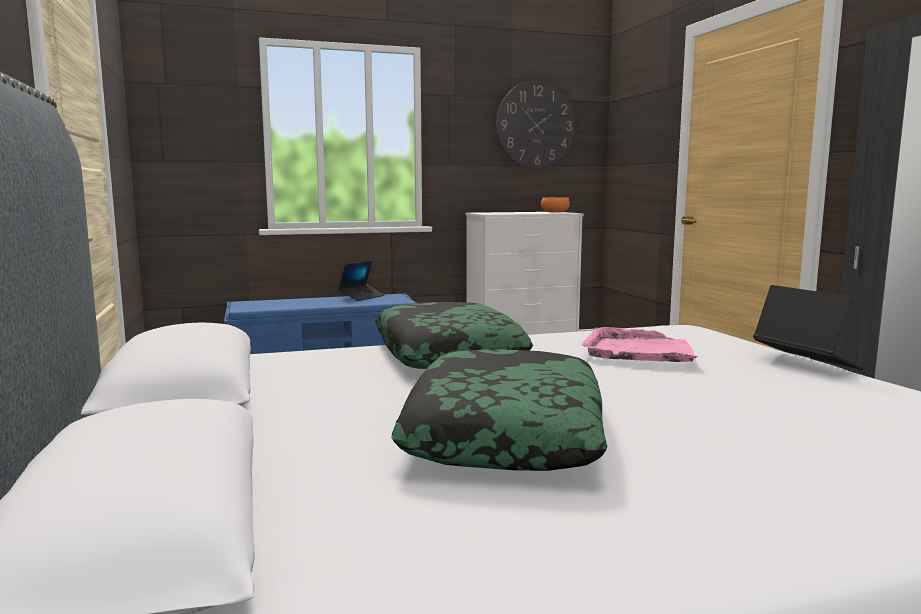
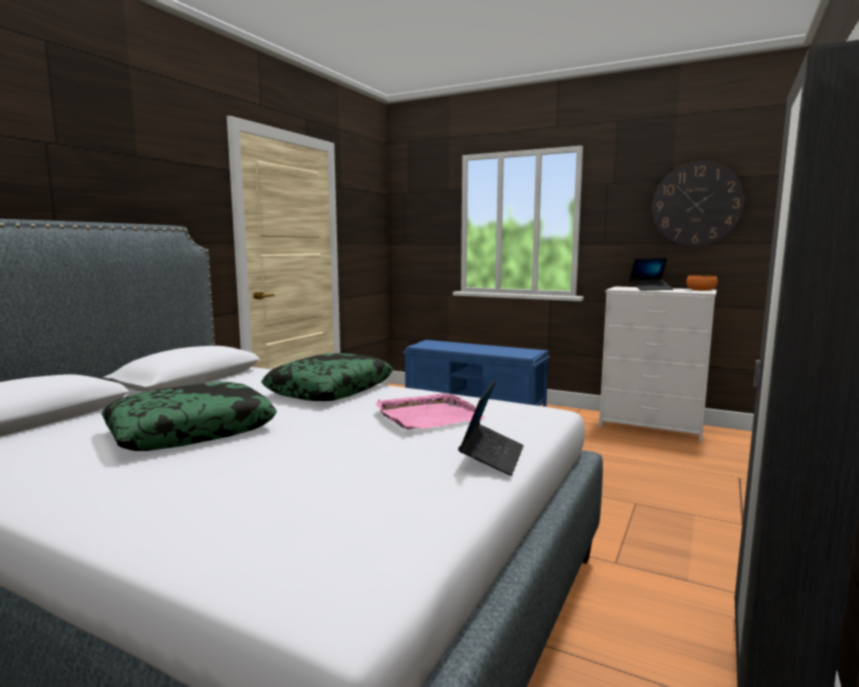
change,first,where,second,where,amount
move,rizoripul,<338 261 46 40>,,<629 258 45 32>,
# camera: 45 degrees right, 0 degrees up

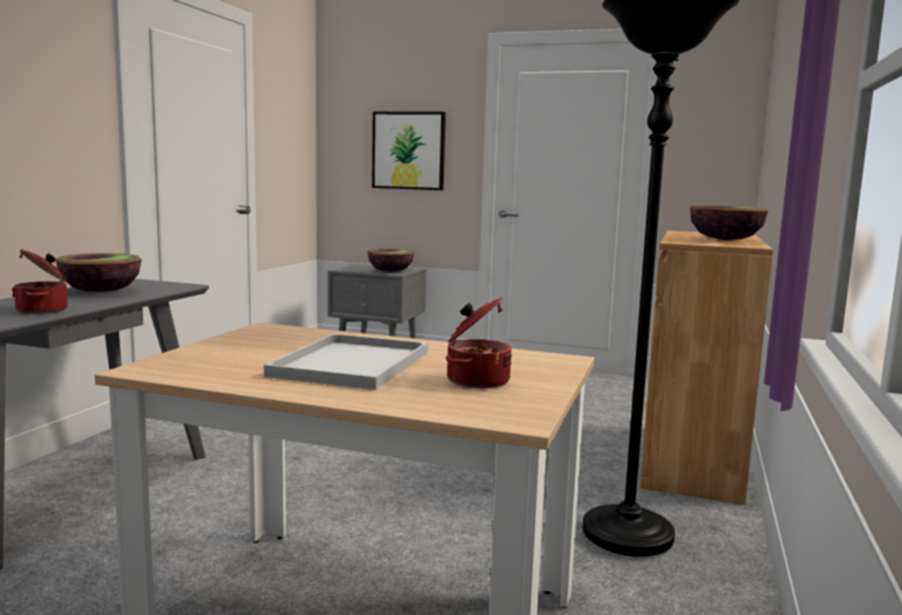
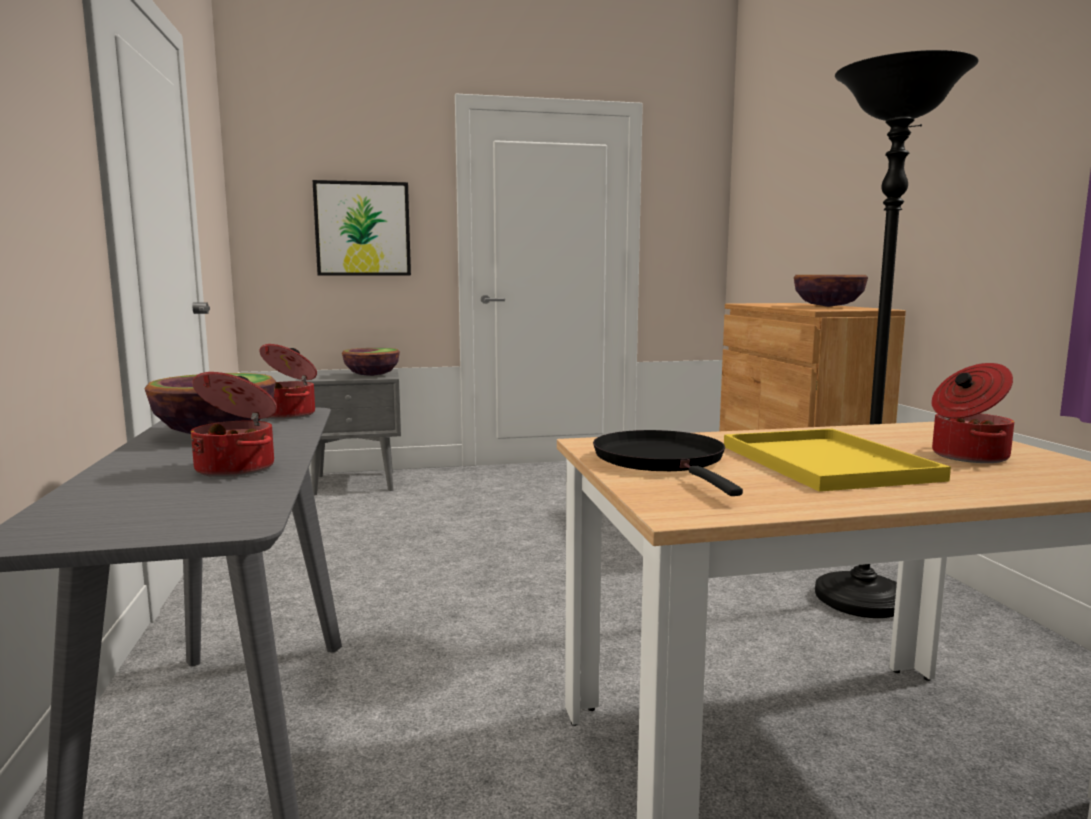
change,first,where,second,where,amount
insert,,,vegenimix,<259 344 58 75>,
insert,,,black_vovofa,<593 430 150 66>,
recolor,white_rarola,<264 334 164 56>,yellow_rarola,<724 429 227 63>,
# camera: 30 degrees left, 0 degrees up

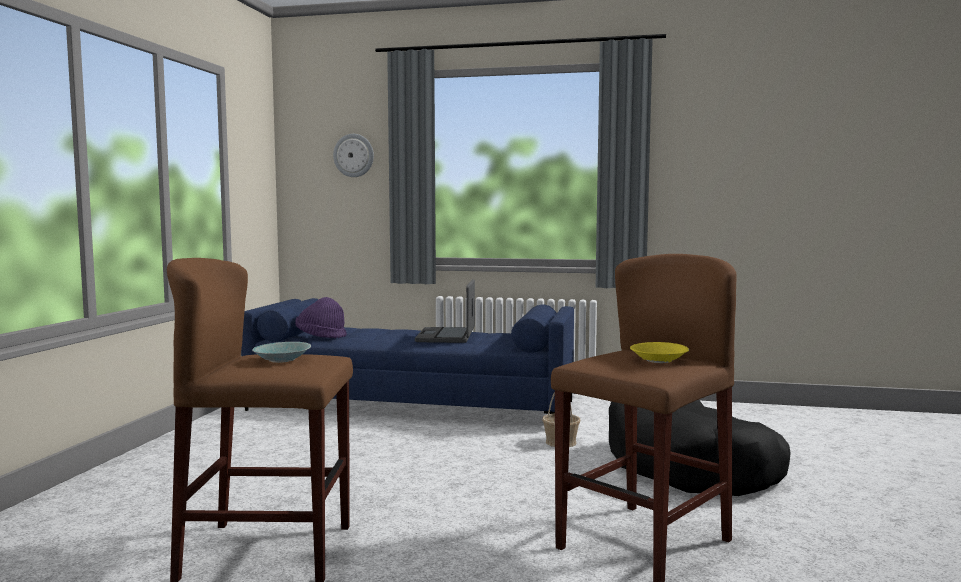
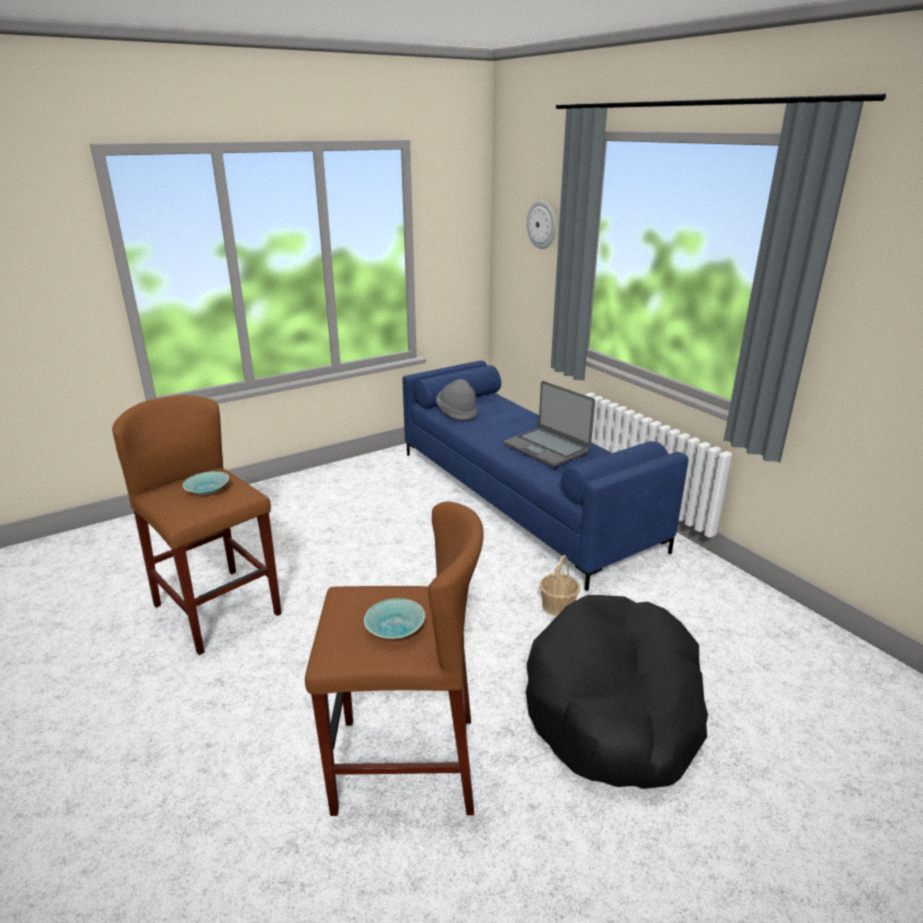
change,first,where,second,where,amount
recolor,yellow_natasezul,<630 342 59 21>,turquoise_natasezul,<364 598 61 41>,
recolor,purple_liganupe,<295 297 52 42>,grey_liganupe,<436 379 42 41>,
rotate,rizoripul,<415 279 60 64>,,<504 381 91 86>,90 degrees counterclockwise
# camera: 45 degrees right, 20 degrees up

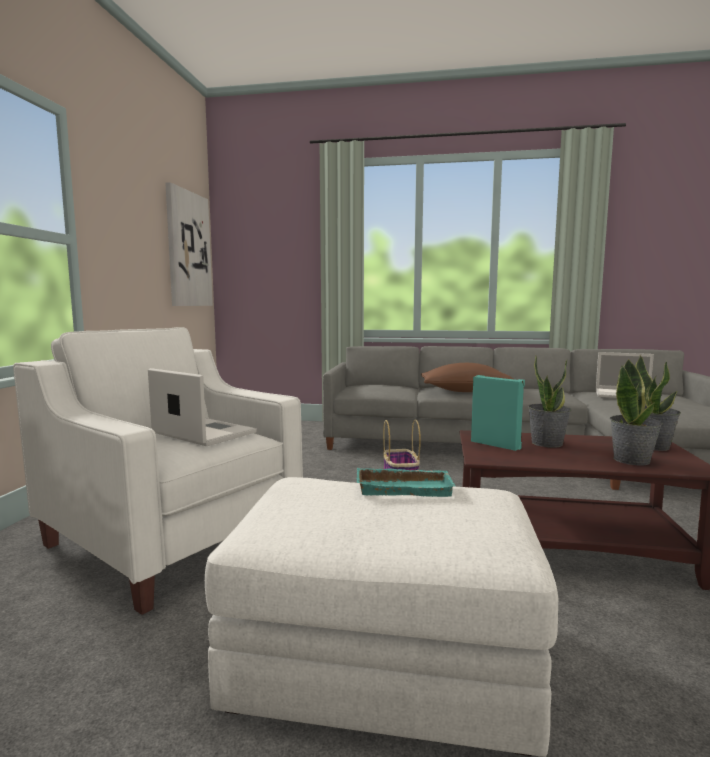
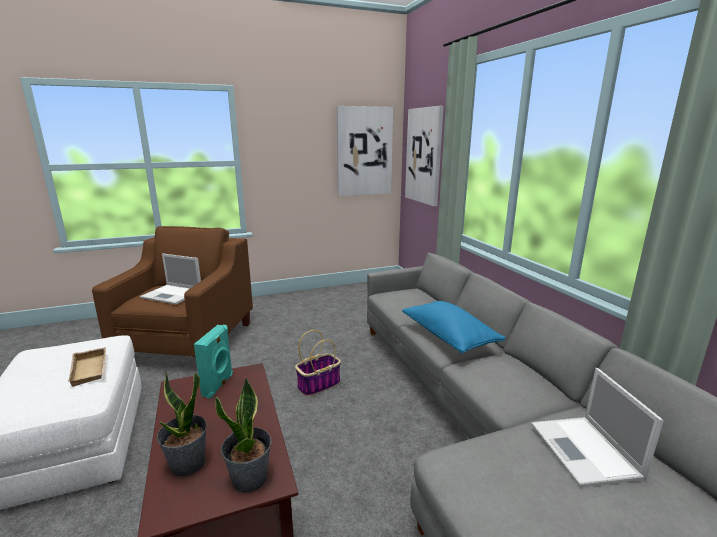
change,first,where,second,where,amount
recolor,turquoise_rarola,<356 468 100 29>,beige_rarola,<68 347 38 40>,
recolor,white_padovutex,<13 327 290 288>,brown_padovutex,<92 226 161 132>,
rotate,rizoripul,<148 368 109 78>,,<140 253 61 52>,105 degrees clockwise
recolor,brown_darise,<421 363 94 29>,blue_darise,<402 301 104 52>,
insert,,,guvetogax,<405 106 39 100>,
delete,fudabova,<528 355 43 93>,,,
# camera: 60 degrees right, 10 degrees up

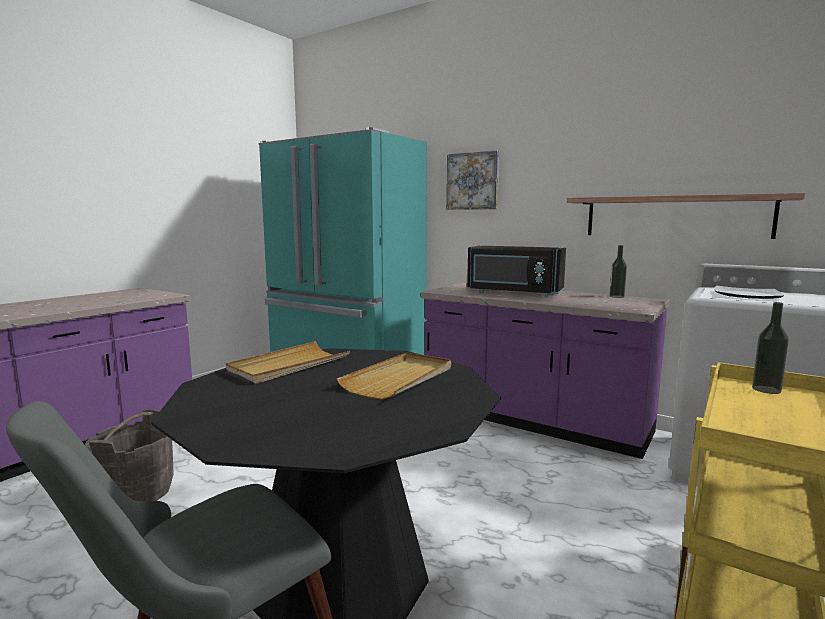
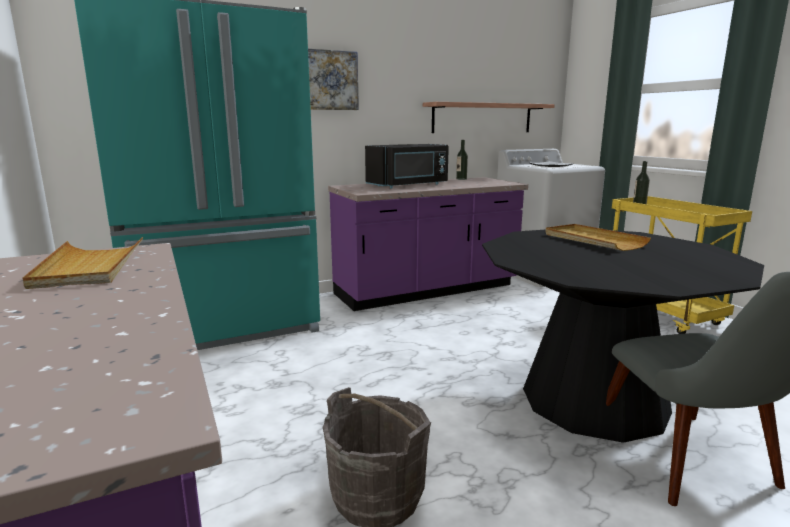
change,first,where,second,where,amount
move,beige_rarola,<226 341 124 43>,,<23 237 120 52>,
# camera: 60 degrees left, 5 degrees up

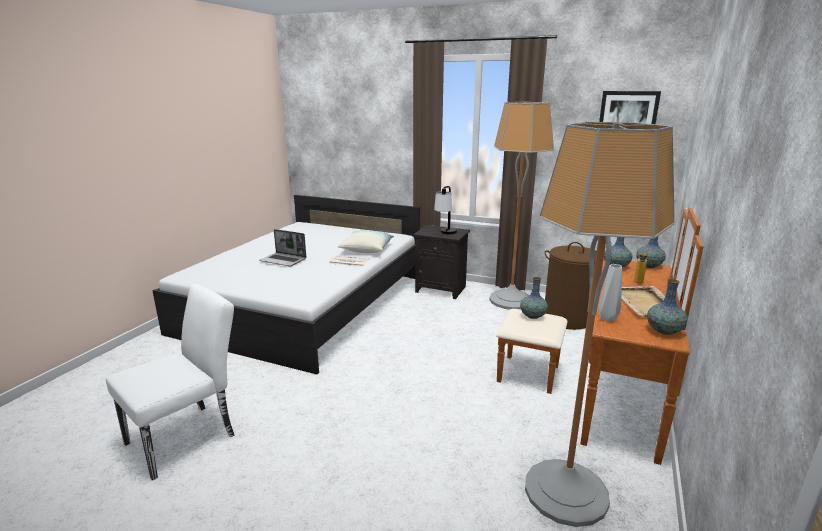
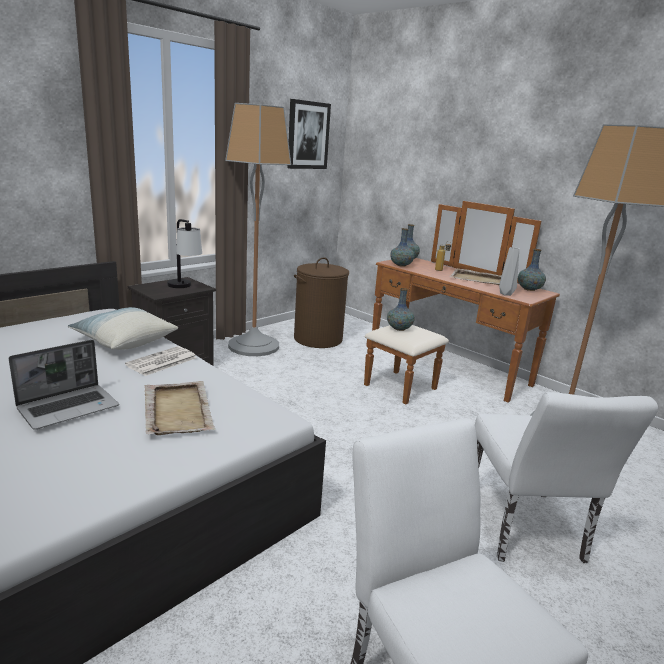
change,first,where,second,where,amount
insert,,,beige_rarola,<144 381 72 54>,
insert,,,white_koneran,<475 392 183 171>,
# camera: 70 degrees left, 0 degrees up

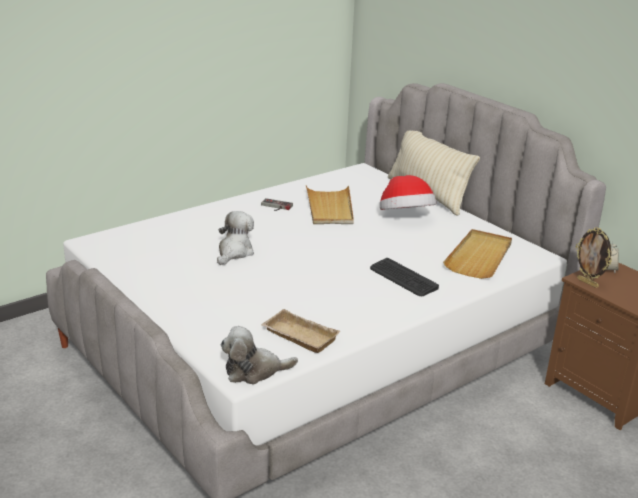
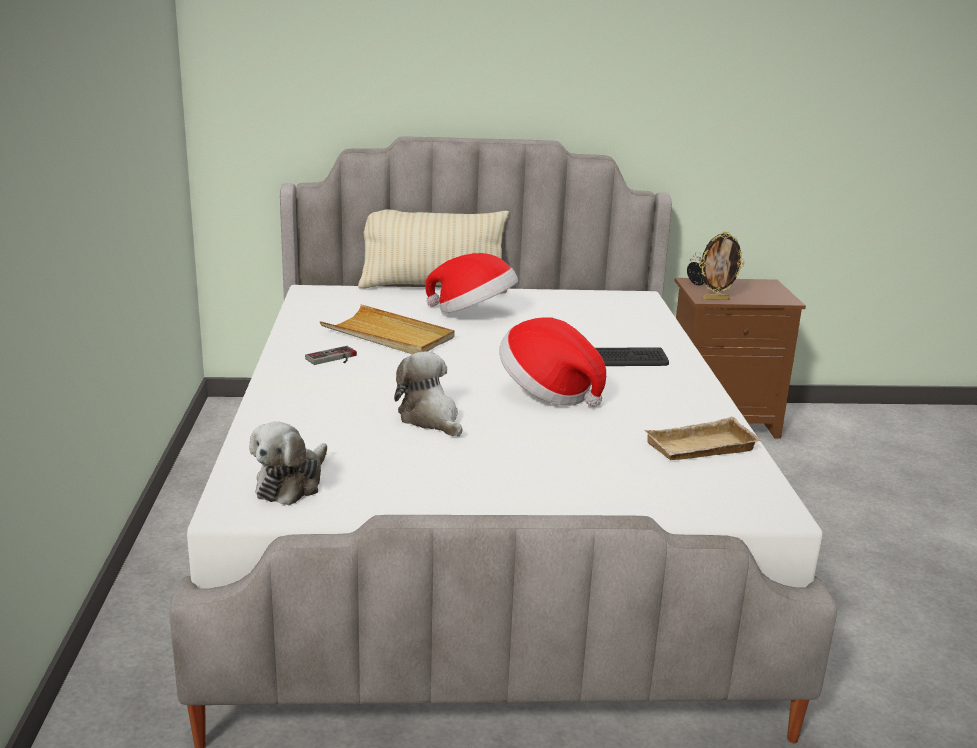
change,first,where,second,where,amount
move,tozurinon,<221 326 77 59>,,<249 422 78 83>,
insert,,,liganupe,<499 317 107 90>,
delete,beige_rarola,<443 229 69 50>,,,
# camera: 55 degrees left, 5 degrees down

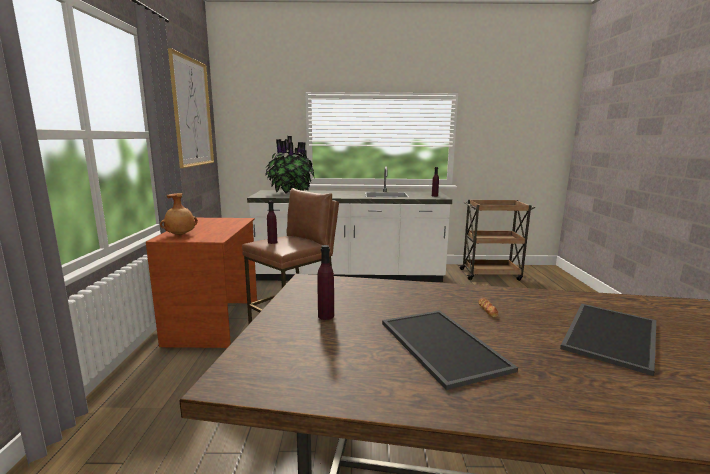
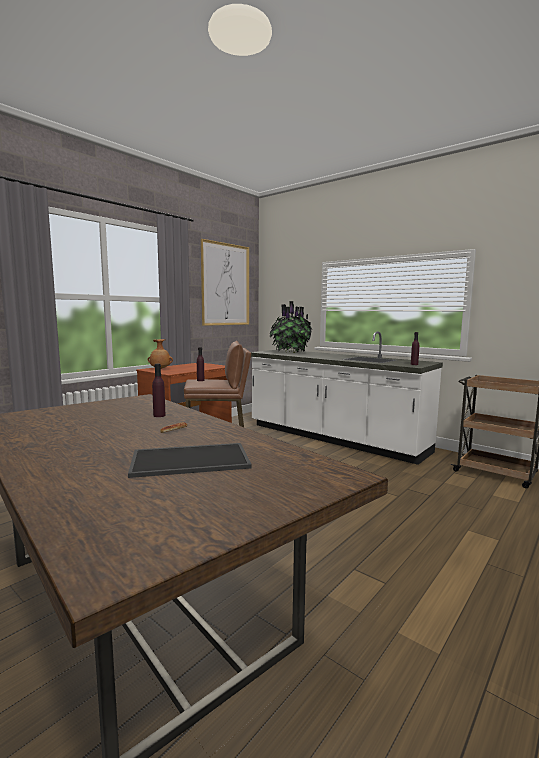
change,first,where,second,where,amount
move,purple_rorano,<317 245 17 75>,,<152 364 14 53>,
delete,rarola,<382 310 136 80>,,,
# camera: 40 degrees right, 5 degrees down

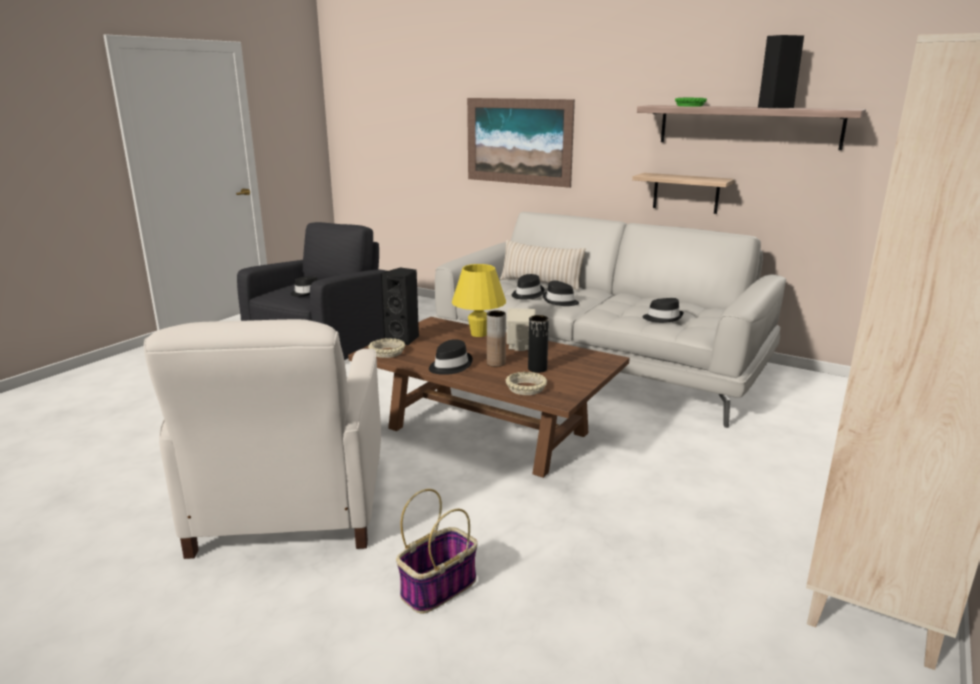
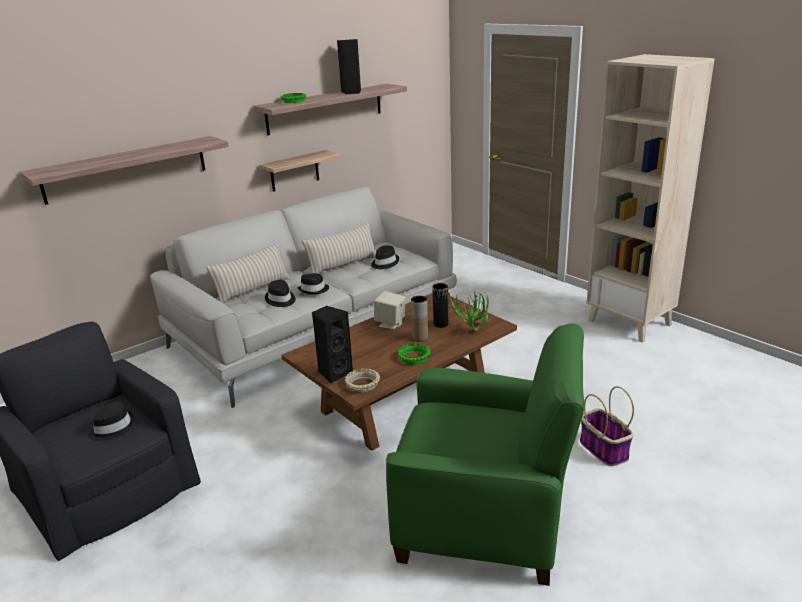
change,first,where,second,where,amount
replace,guvetogax,<467 98 108 90>,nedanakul,<20 136 209 69>,
insert,,,beige_darise,<302 222 74 52>,
recolor,white_padovutex,<144 319 237 240>,green_padovutex,<386 323 199 263>,
replace,black_liganupe,<429 339 44 36>,green_natasezul,<397 343 34 21>,
replace,beige_natasezul,<506 372 41 23>,fudabova,<450 292 39 40>,
delete,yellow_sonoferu,<452 264 54 73>,,,
# camera: 70 degrees left, 5 degrees up

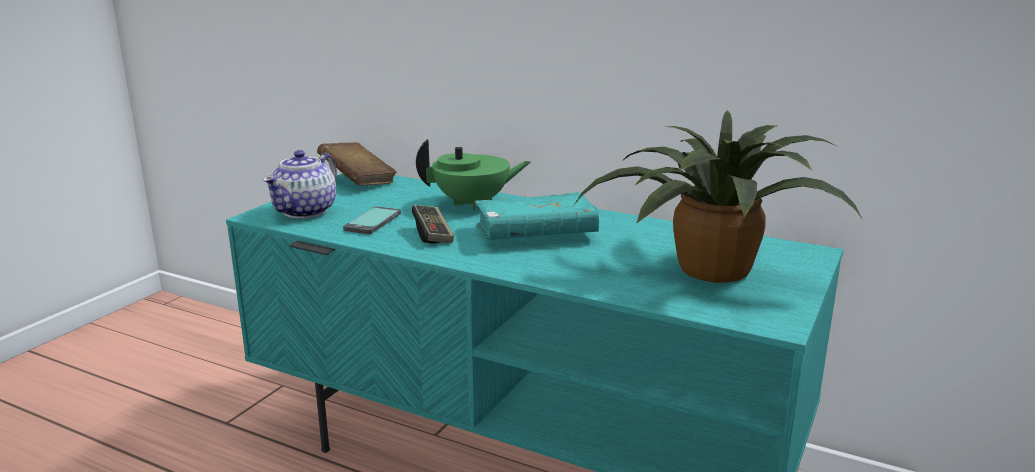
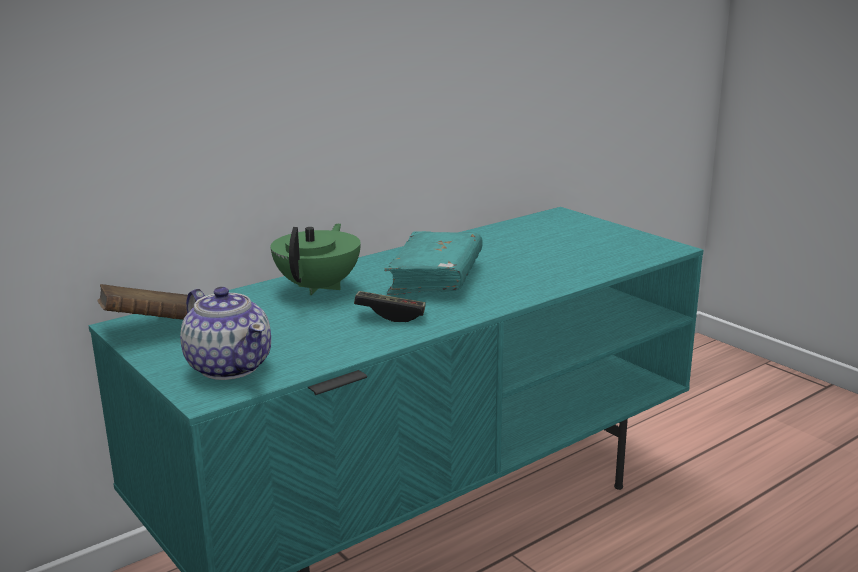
change,first,where,second,where,amount
delete,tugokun,<343 206 58 28>,,,
delete,fudabova,<573 110 290 173>,,,
# camera: 65 degrees left, 0 degrees up

